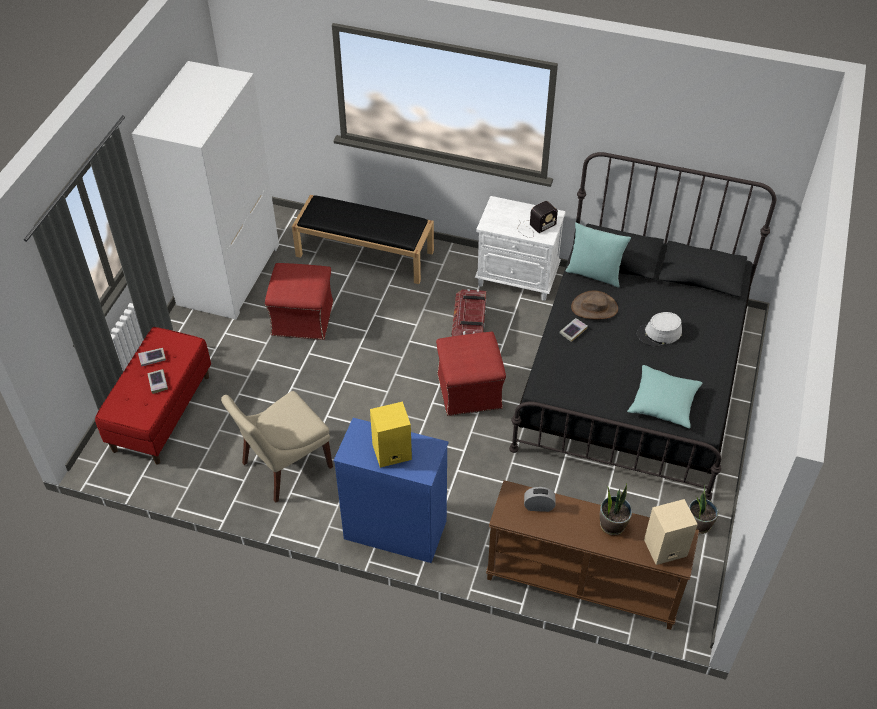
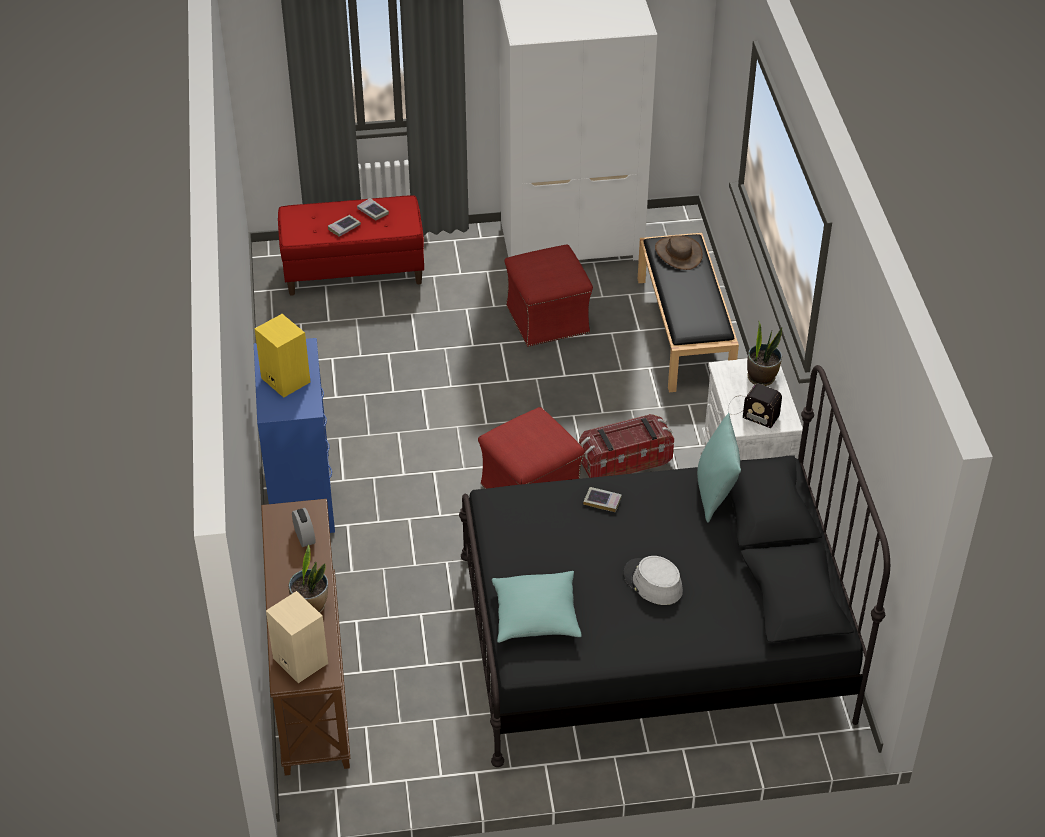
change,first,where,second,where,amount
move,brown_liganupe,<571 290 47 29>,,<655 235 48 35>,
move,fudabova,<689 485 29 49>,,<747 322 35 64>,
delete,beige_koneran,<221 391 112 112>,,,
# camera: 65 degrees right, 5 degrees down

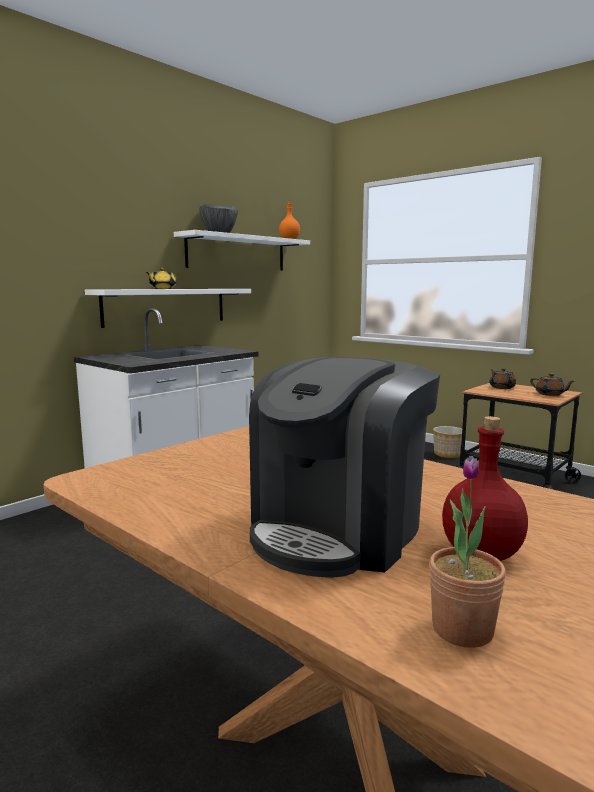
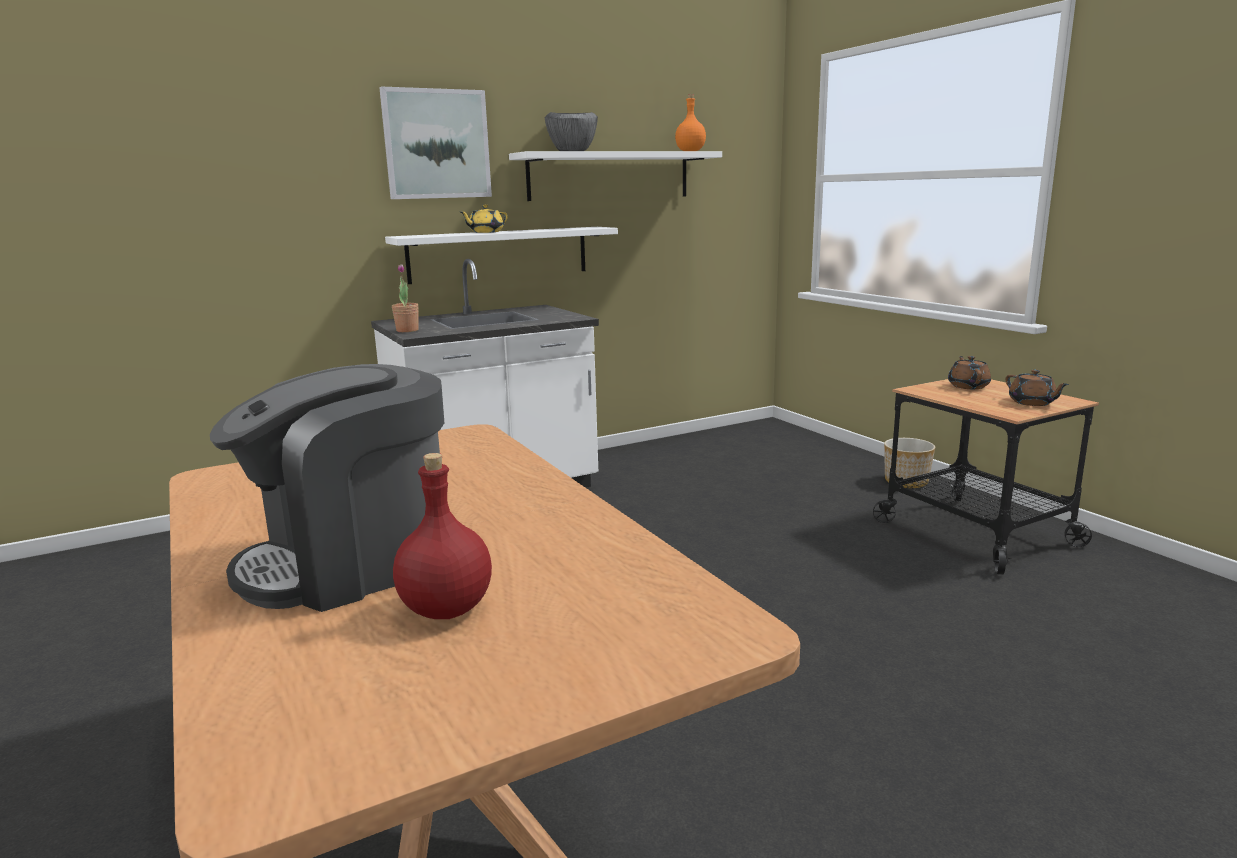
change,first,where,second,where,amount
insert,,,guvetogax,<379 86 113 113>,
move,fudabova,<429 456 77 192>,,<392 264 27 68>,
# camera: 20 degrees right, 5 degrees up

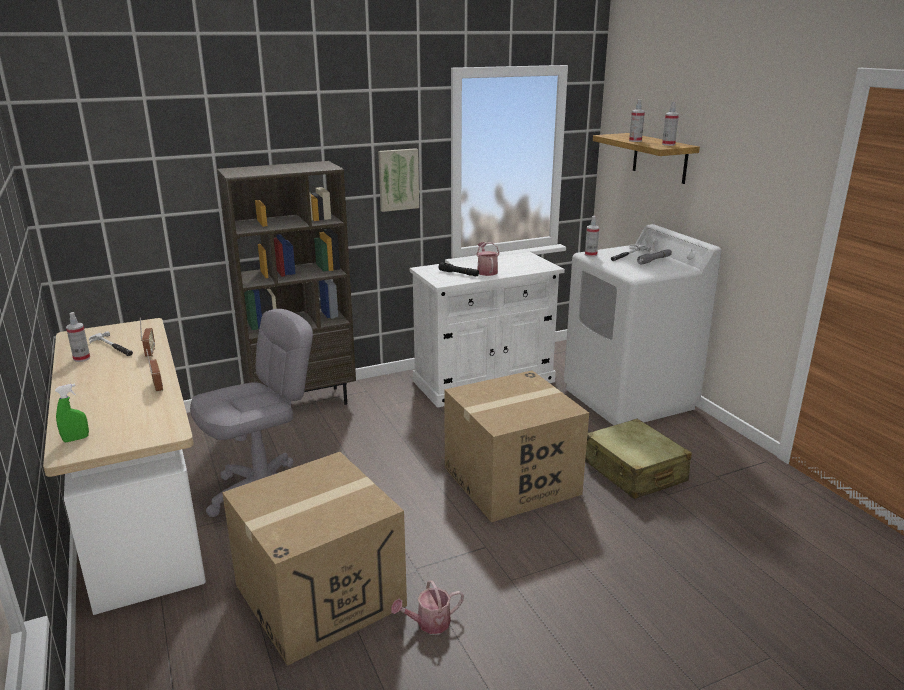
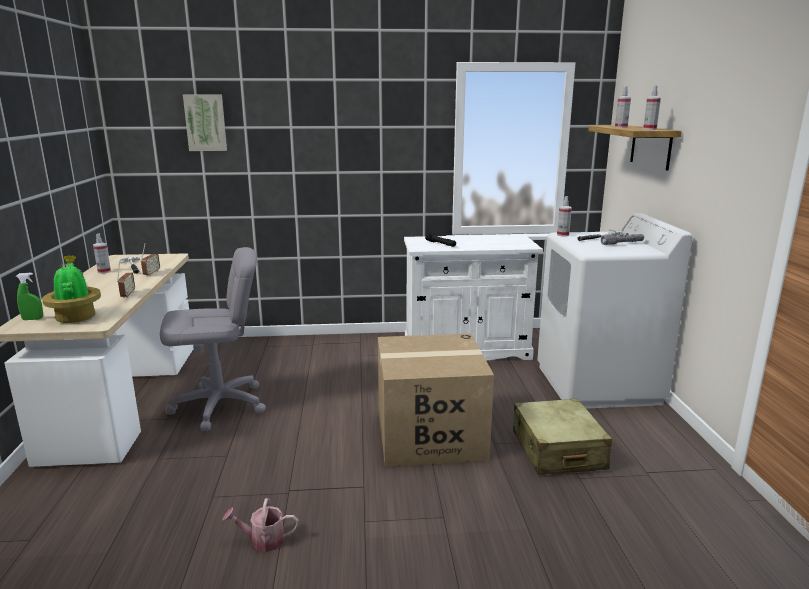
change,first,where,second,where,amount
insert,,,fudabova,<42 255 59 68>,
move,guvetogax,<378 148 41 64>,,<183 95 44 56>,
delete,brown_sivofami,<217 161 139 244>,,,
delete,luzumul,<222 452 185 214>,,,
delete,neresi,<476 242 23 34>,,,
# camera: 20 degrees right, 5 degrees down

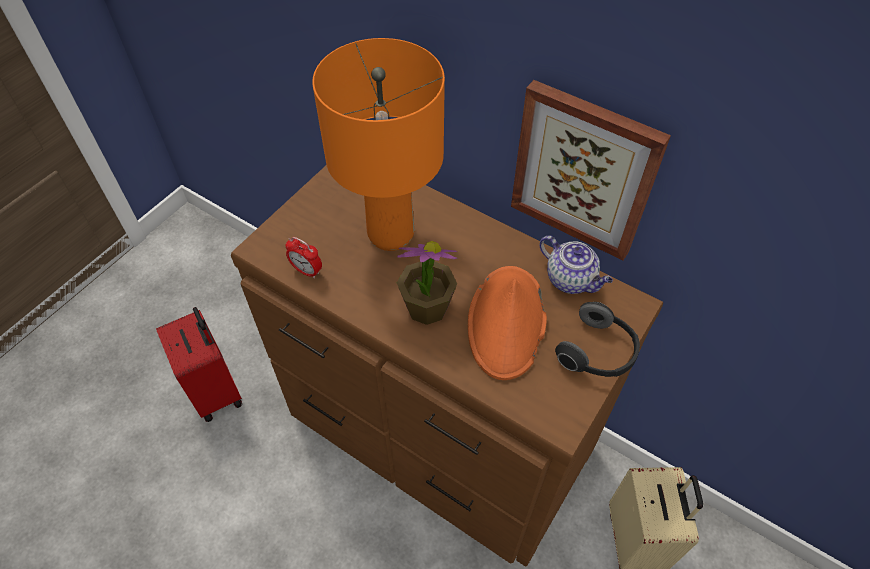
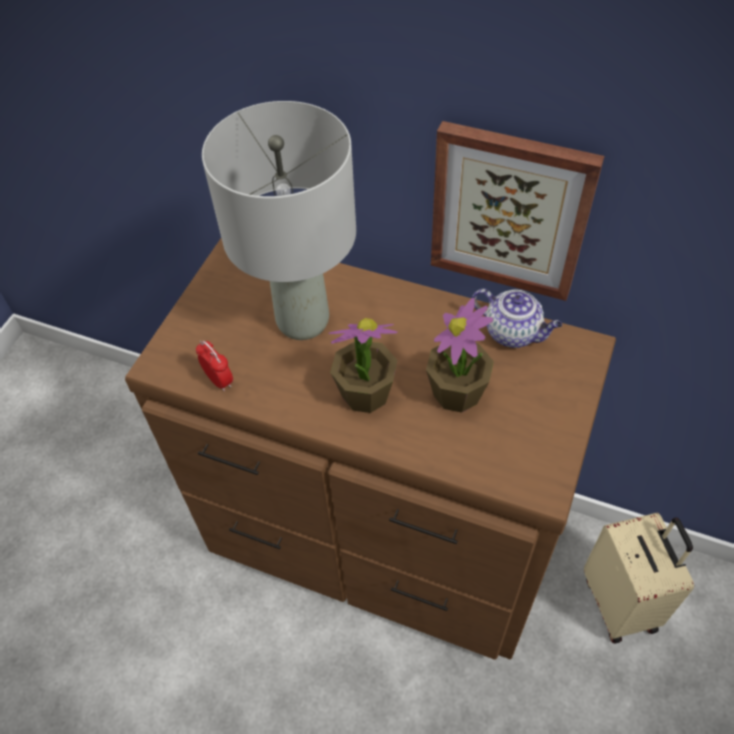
change,first,where,second,where,amount
rotate,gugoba,<285 237 37 42>,,<196 341 37 51>,150 degrees counterclockwise
recolor,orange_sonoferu,<312 38 133 213>,grey_sonoferu,<202 101 154 239>,
replace,orange_liganupe,<468 266 79 114>,fudabova,<426 298 68 115>,
delete,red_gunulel,<156 307 86 115>,,,
delete,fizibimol,<555 302 85 75>,,,
# camera: 10 degrees left, 0 degrees up

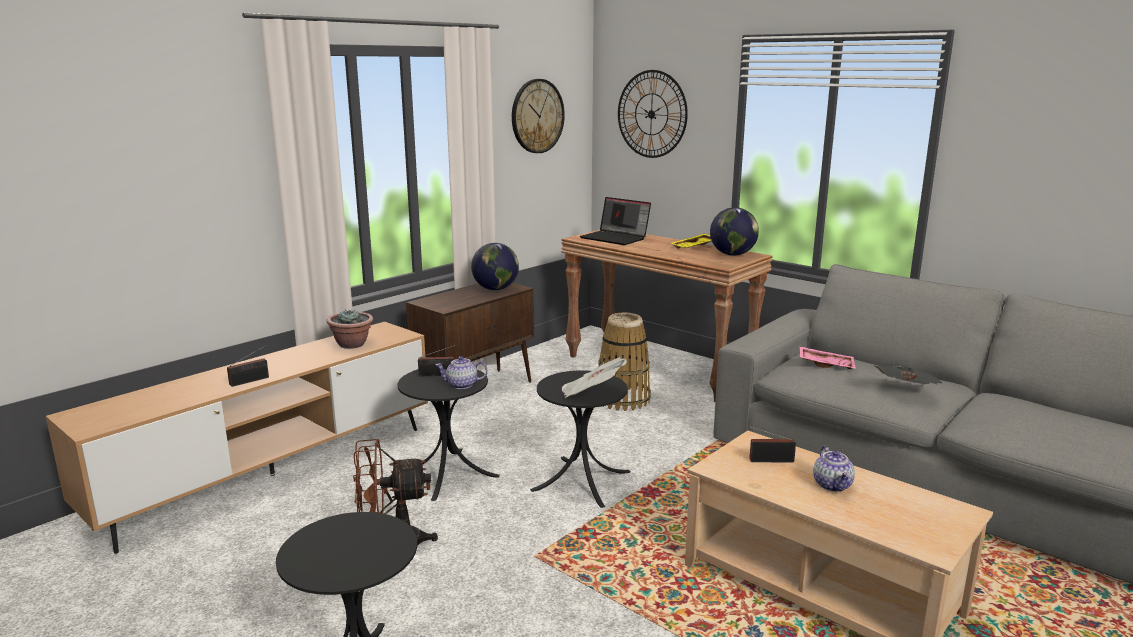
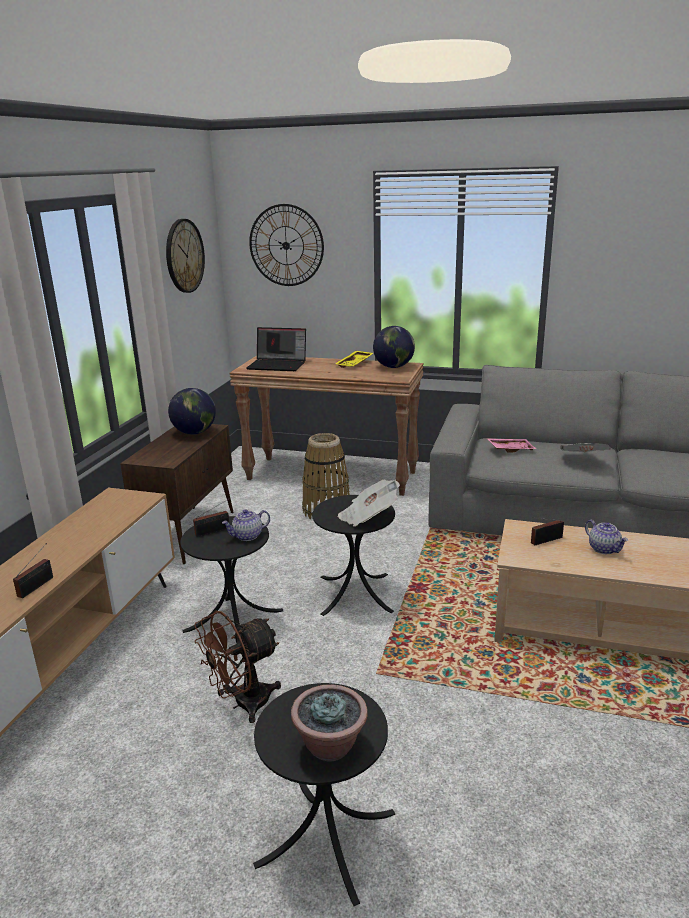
change,first,where,second,where,amount
move,fudabova,<327 309 47 40>,,<291 685 77 77>,
# camera: 25 degrees left, 5 degrees up

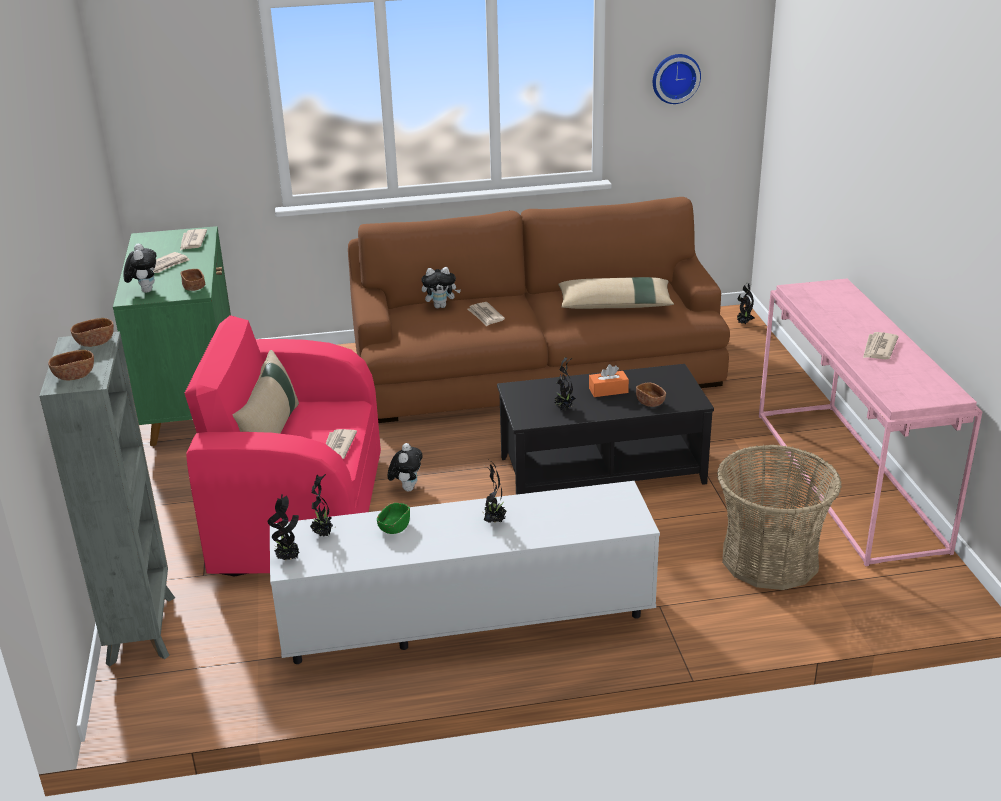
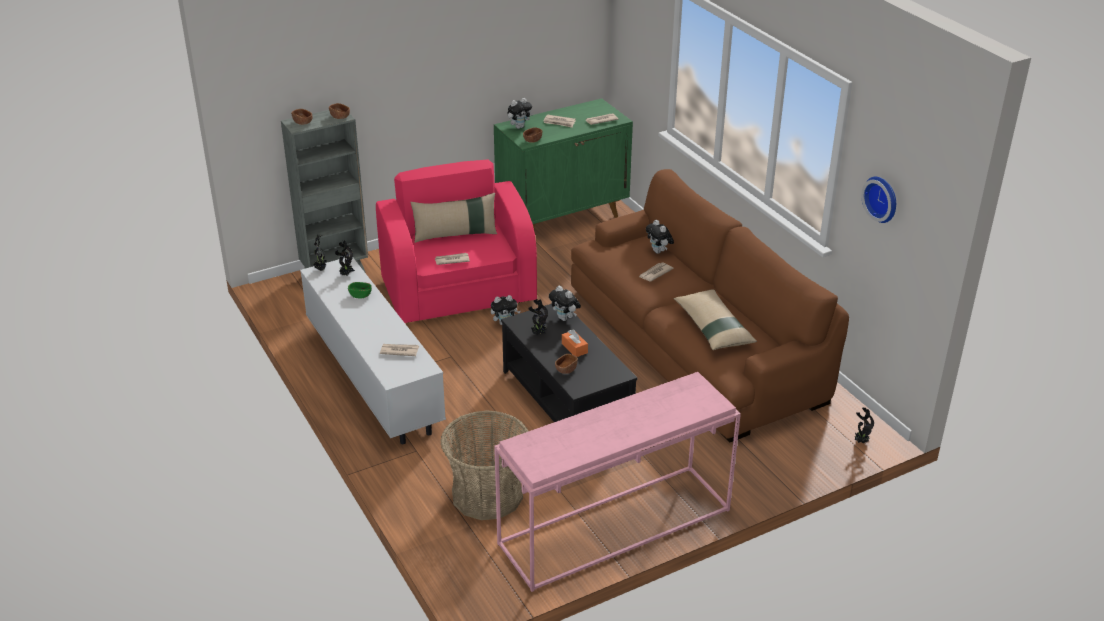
change,first,where,second,where,amount
move,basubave,<863 332 36 28>,,<380 344 39 12>,
insert,,,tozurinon,<549 286 32 35>,
delete,fudabova,<484 460 22 63>,,,
# camera: 70 degrees right, 5 degrees up

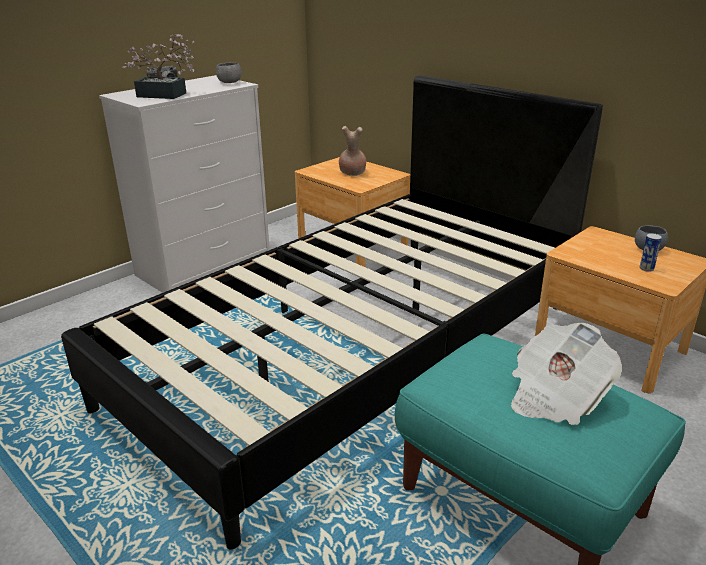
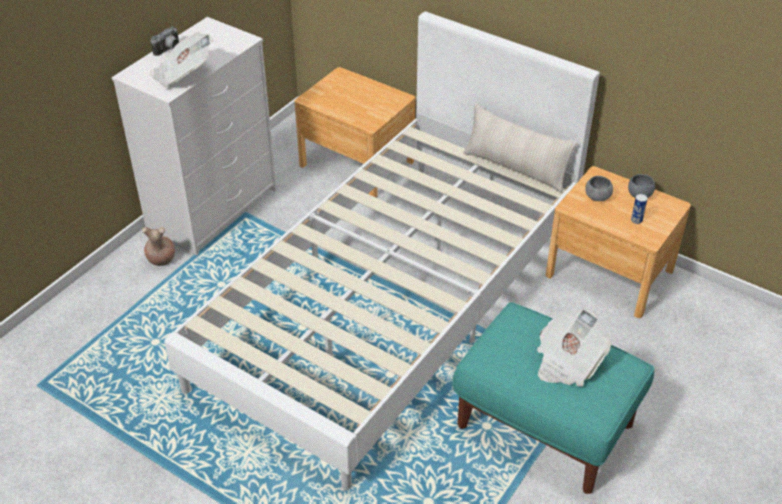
change,first,where,second,where,amount
move,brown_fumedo,<339 126 27 50>,,<142 227 33 39>,
replace,fudabova,<122 34 72 65>,basubave,<150 32 63 56>,
recolor,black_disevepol,<61 75 542 475>,white_disevepol,<164 12 436 479>,
insert,,,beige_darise,<463 104 115 89>,
move,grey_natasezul,<216 62 26 21>,,<585 176 28 25>,
# camera: 10 degrees left, 15 degrees up

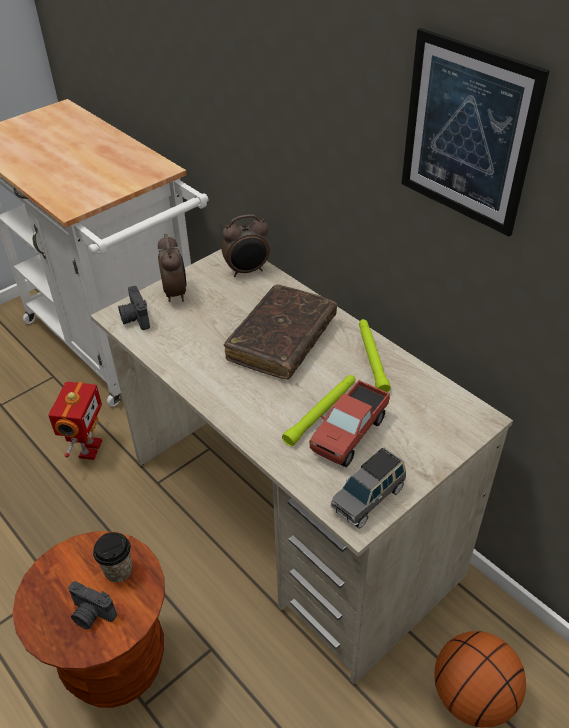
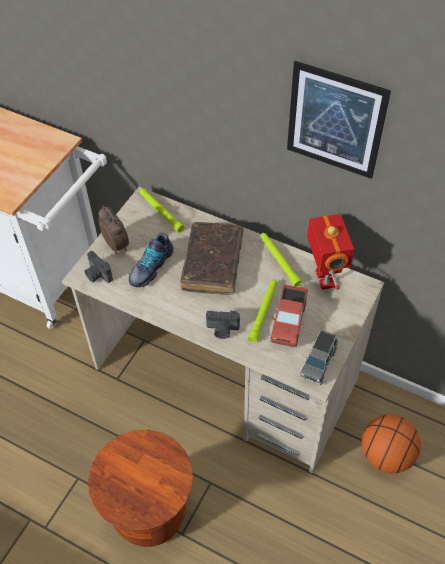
change,first,where,second,where,amount
insert,,,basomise,<129 233 45 54>,
replace,gugoba,<221 214 49 63>,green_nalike,<140 189 45 43>,
move,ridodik,<68 581 49 48>,,<206 310 34 29>,
move,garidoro,<48 382 54 78>,,<307 214 47 76>,
delete,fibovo,<93 532 39 50>,,,
# camera: 20 degrees left, 10 degrees up

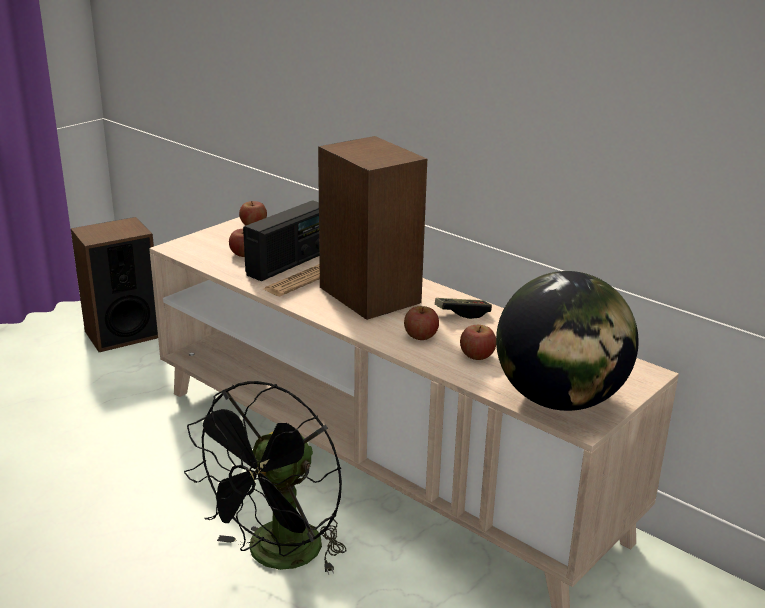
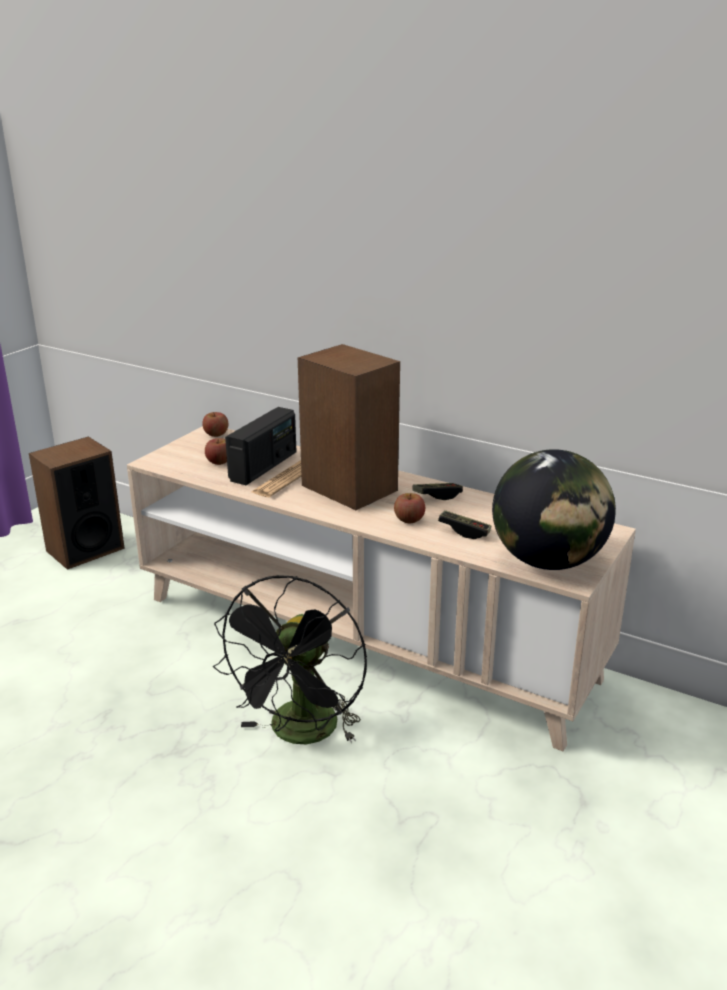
change,first,where,second,where,amount
replace,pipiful,<460 325 36 35>,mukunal,<438 510 54 29>,
# camera: 10 degrees left, 0 degrees up

